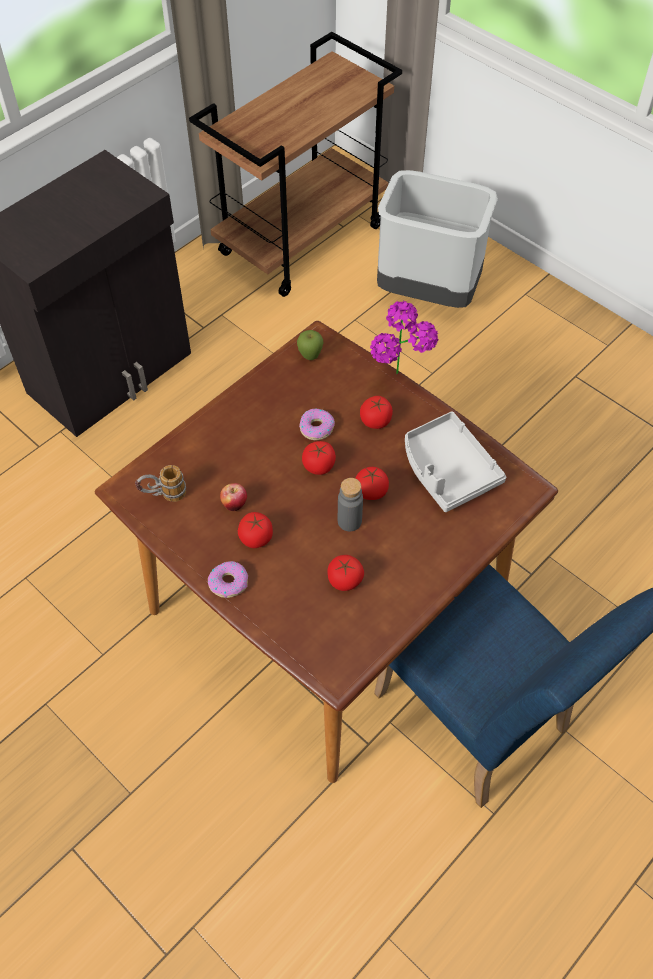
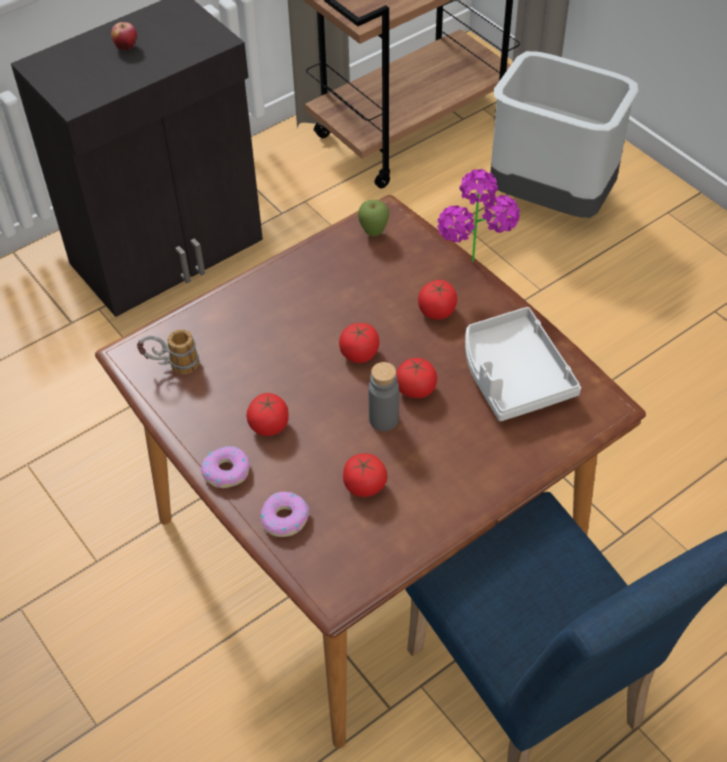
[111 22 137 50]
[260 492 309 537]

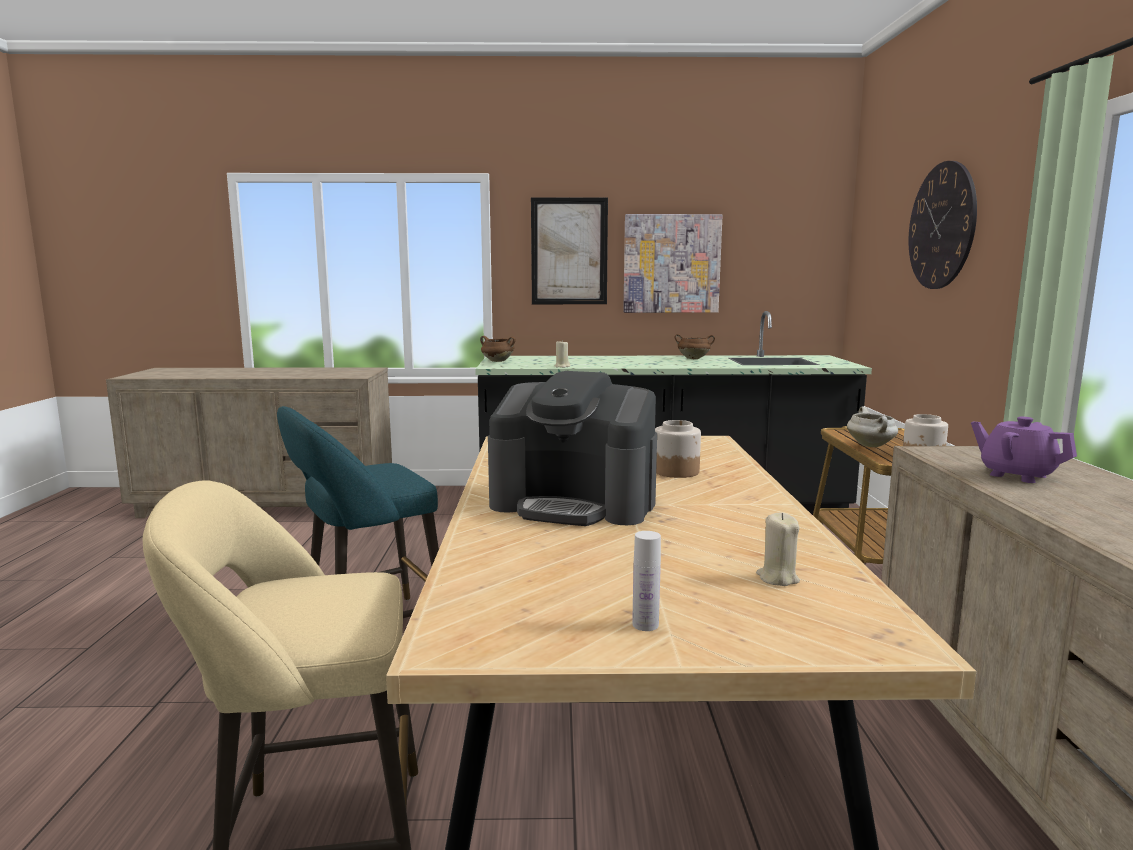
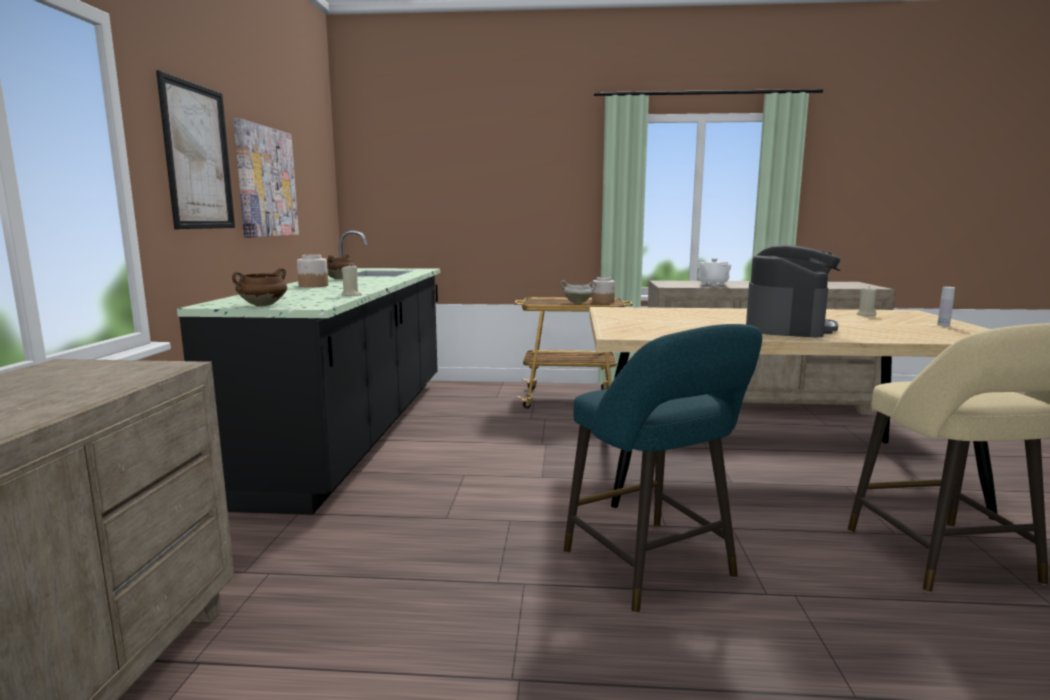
[909 161 977 289] (first image)
[297 255 328 288]
[698 258 731 286]

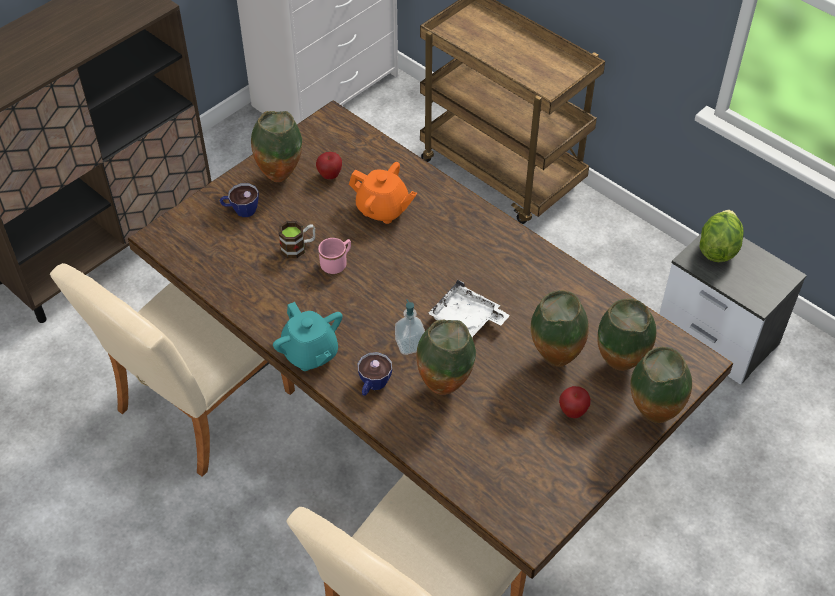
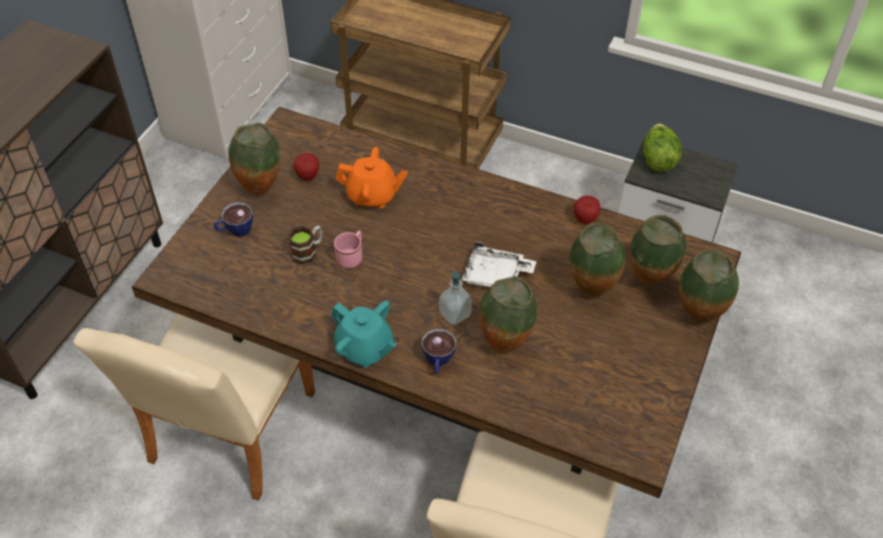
[574 196 601 224]

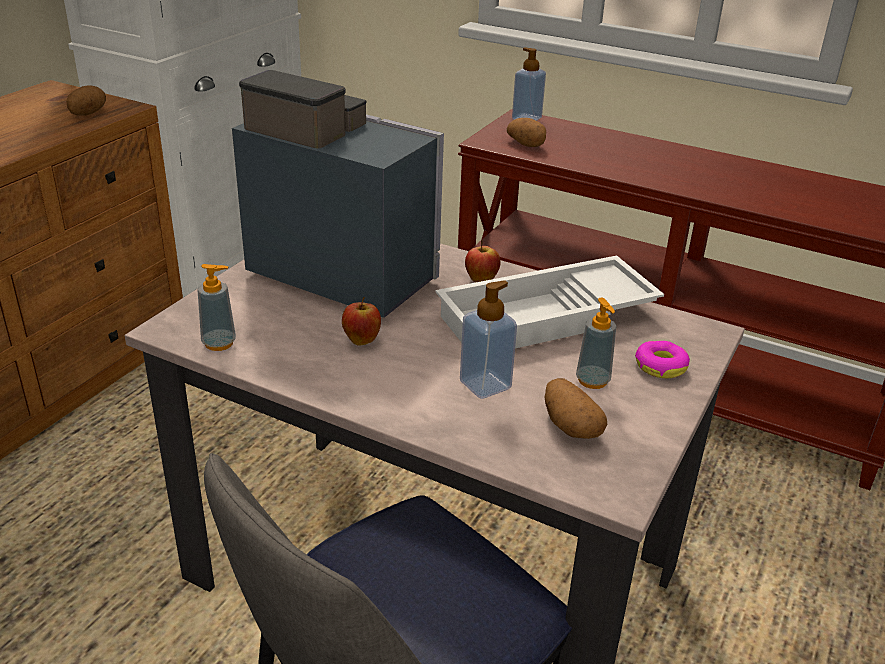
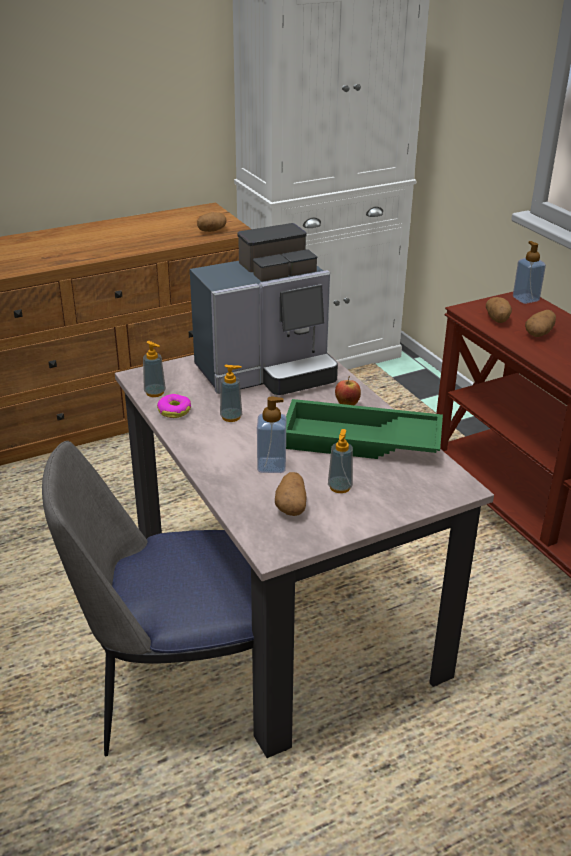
[525 310 556 337]
[157 394 191 418]
[220 365 242 422]
[286 399 443 459]
[190 223 338 395]

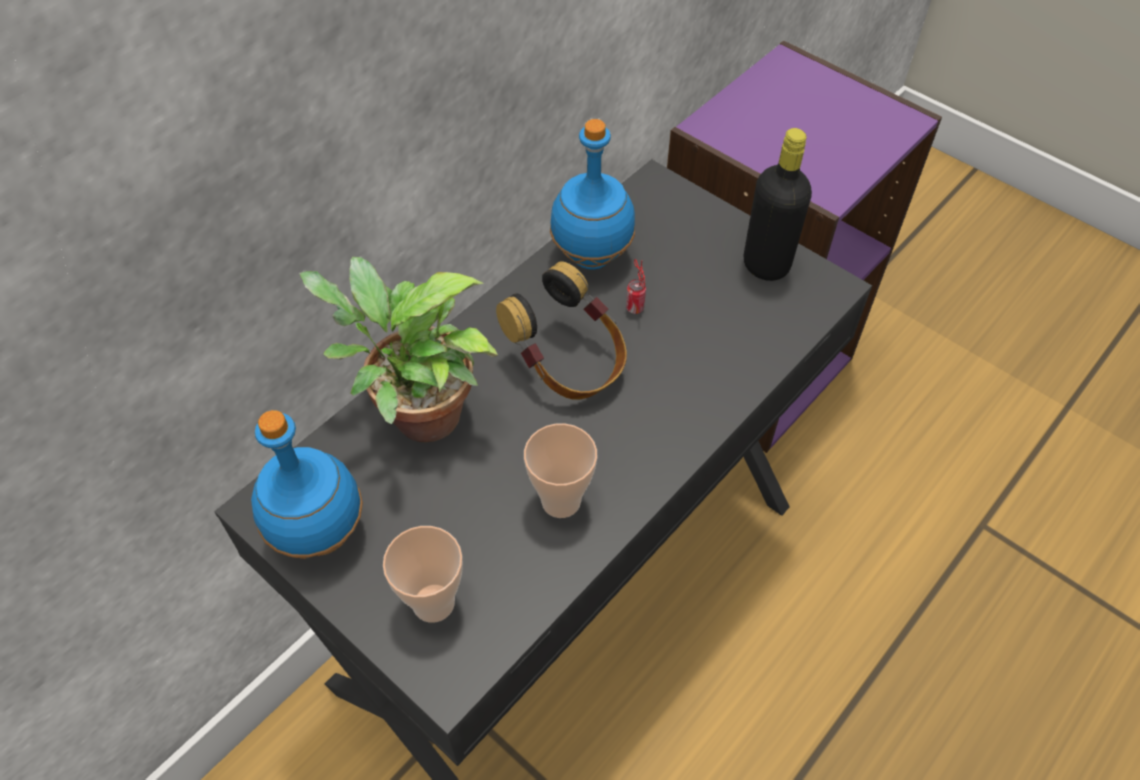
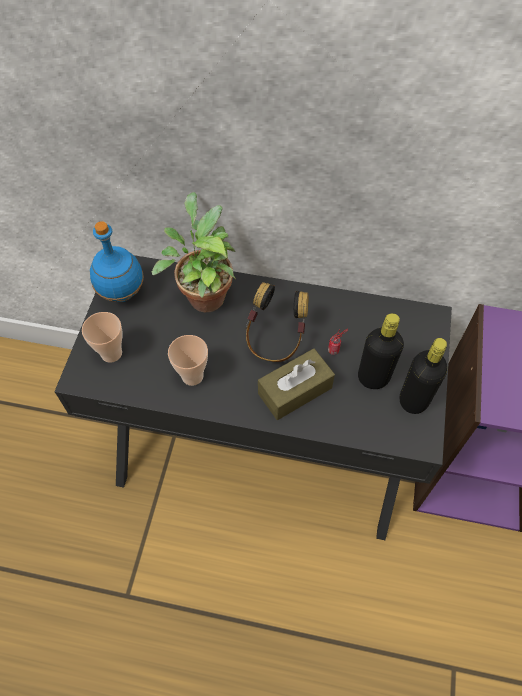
[550 119 635 269] (first image)
[258 348 335 420]
[358 313 404 389]

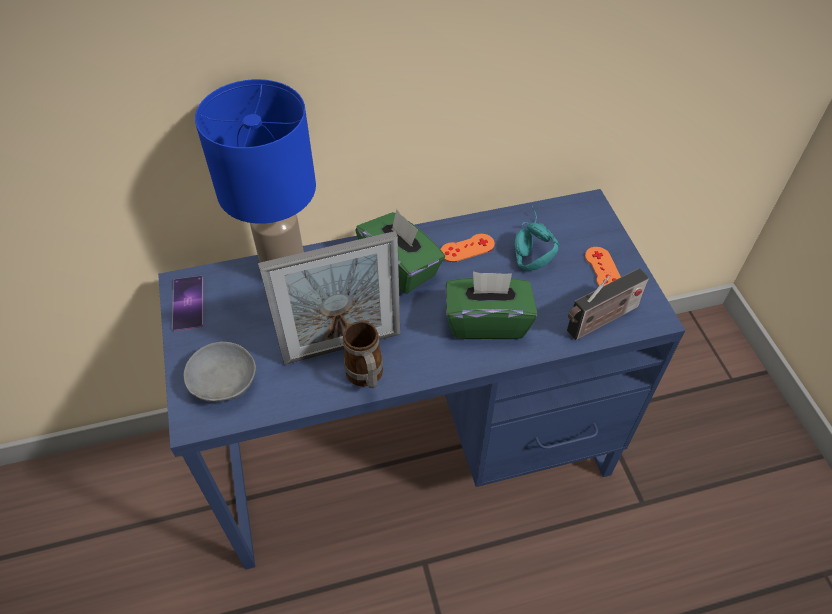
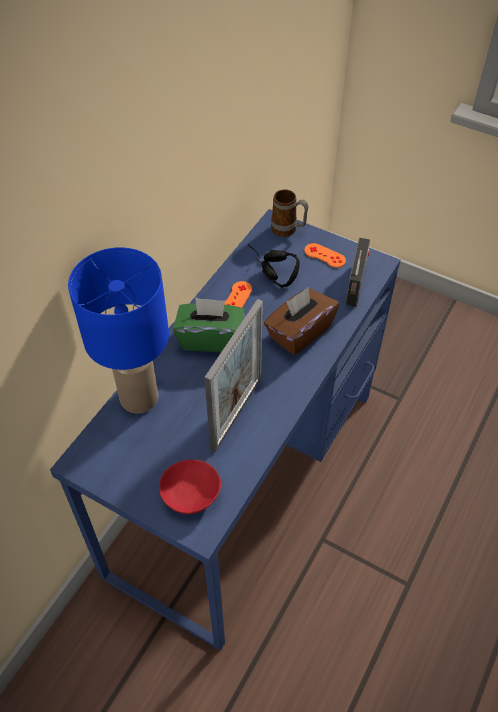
[172 276 203 331] (first image)
[271 190 309 237]
[159 459 221 514]
[264 287 339 355]
[248 245 300 288]

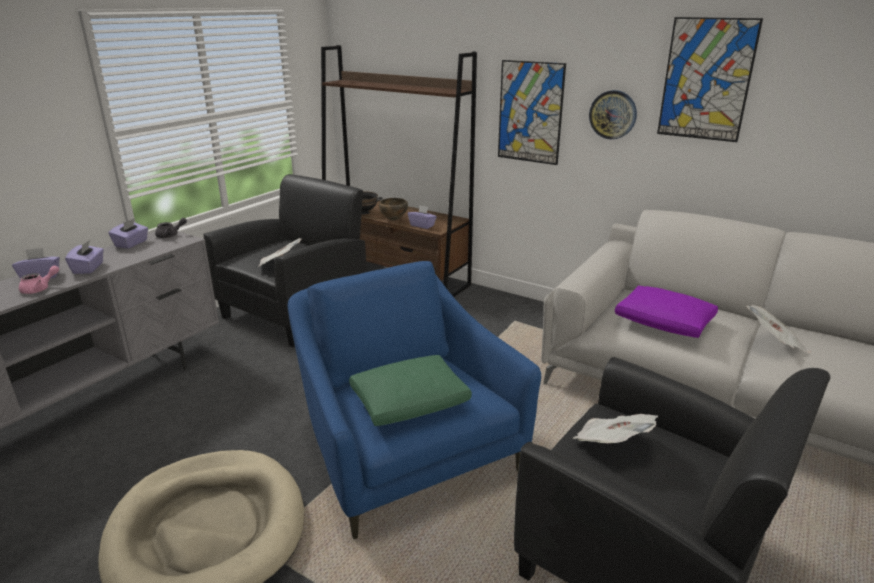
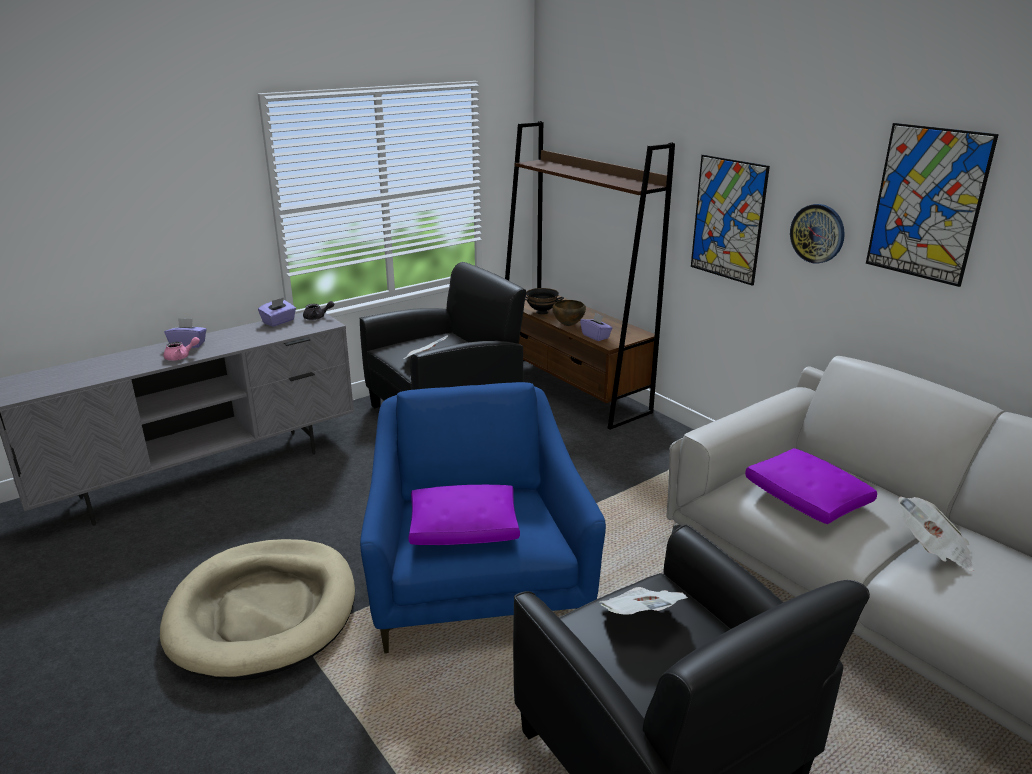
[65 240 104 274] (first image)
[408 485 520 545]

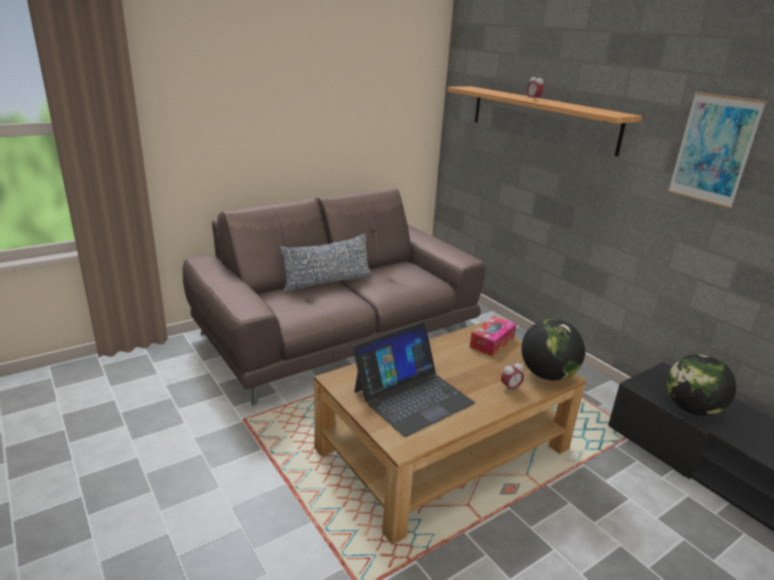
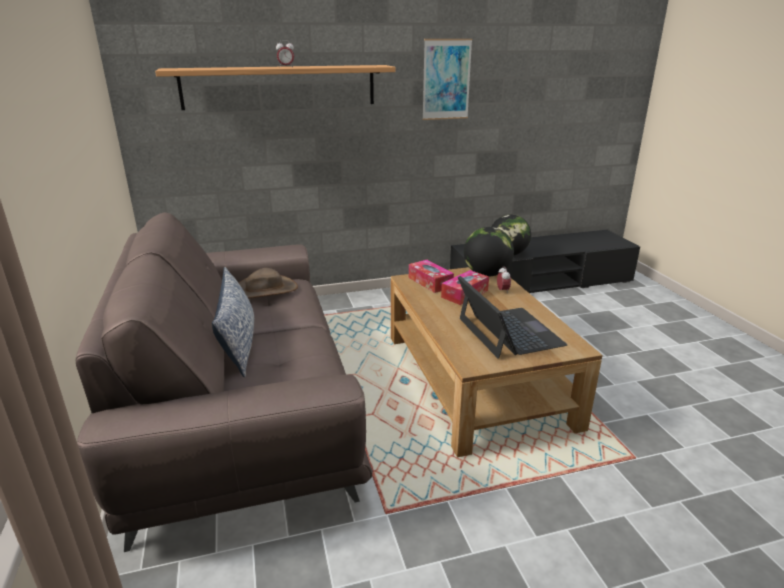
[239 268 298 299]
[441 270 489 305]

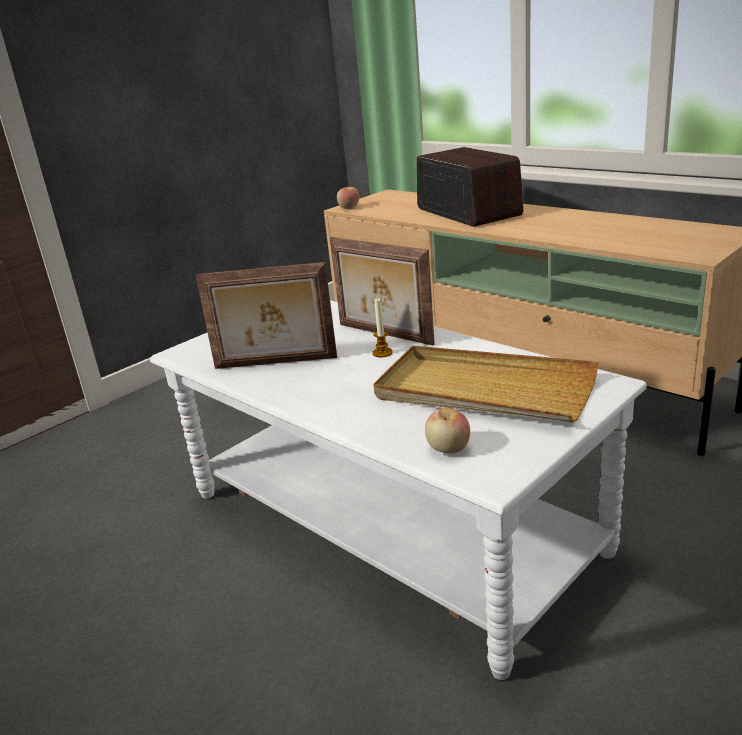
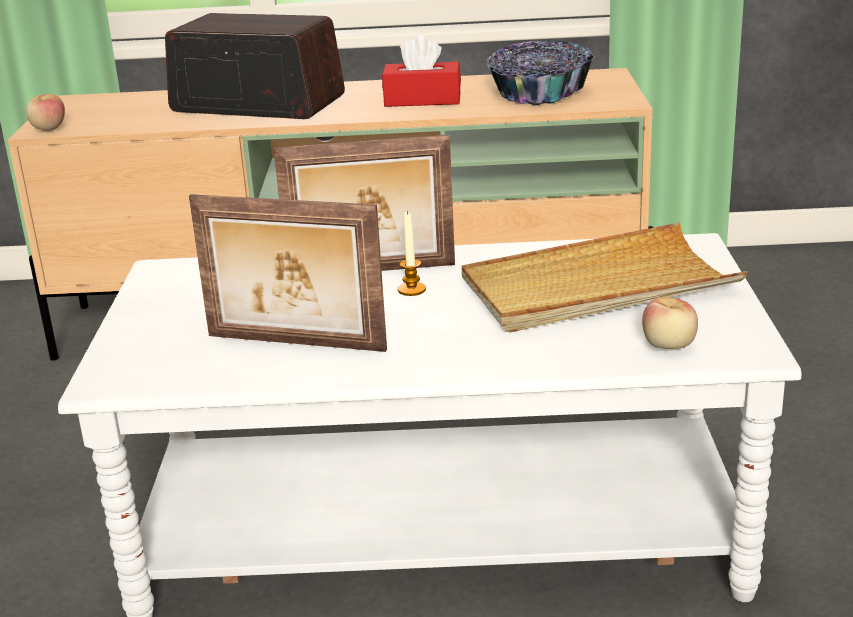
[382 35 461 107]
[486 41 595 105]
[189 194 387 352]

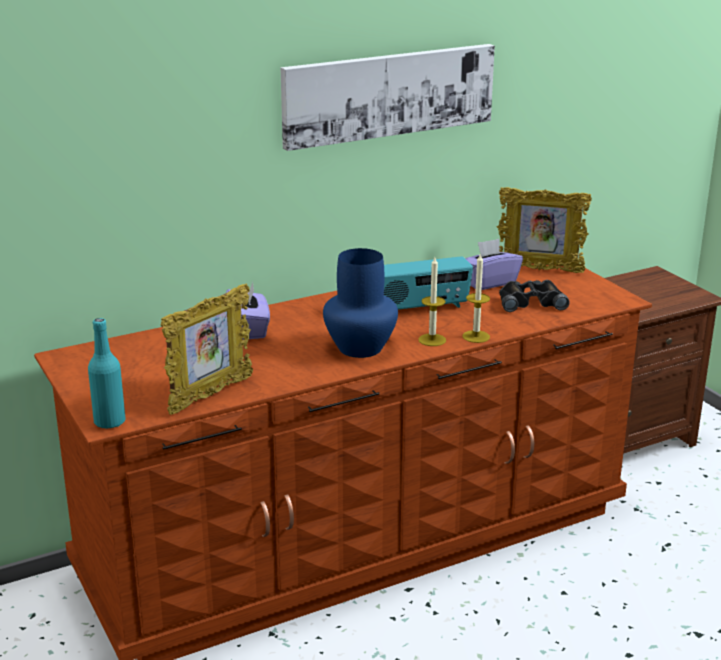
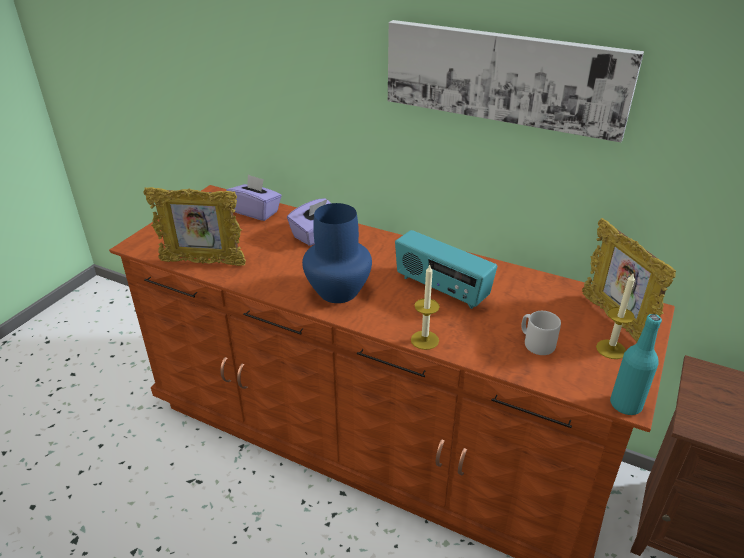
[610 314 662 415]
[596 272 635 359]
[226 174 282 221]
[521 311 561 355]

